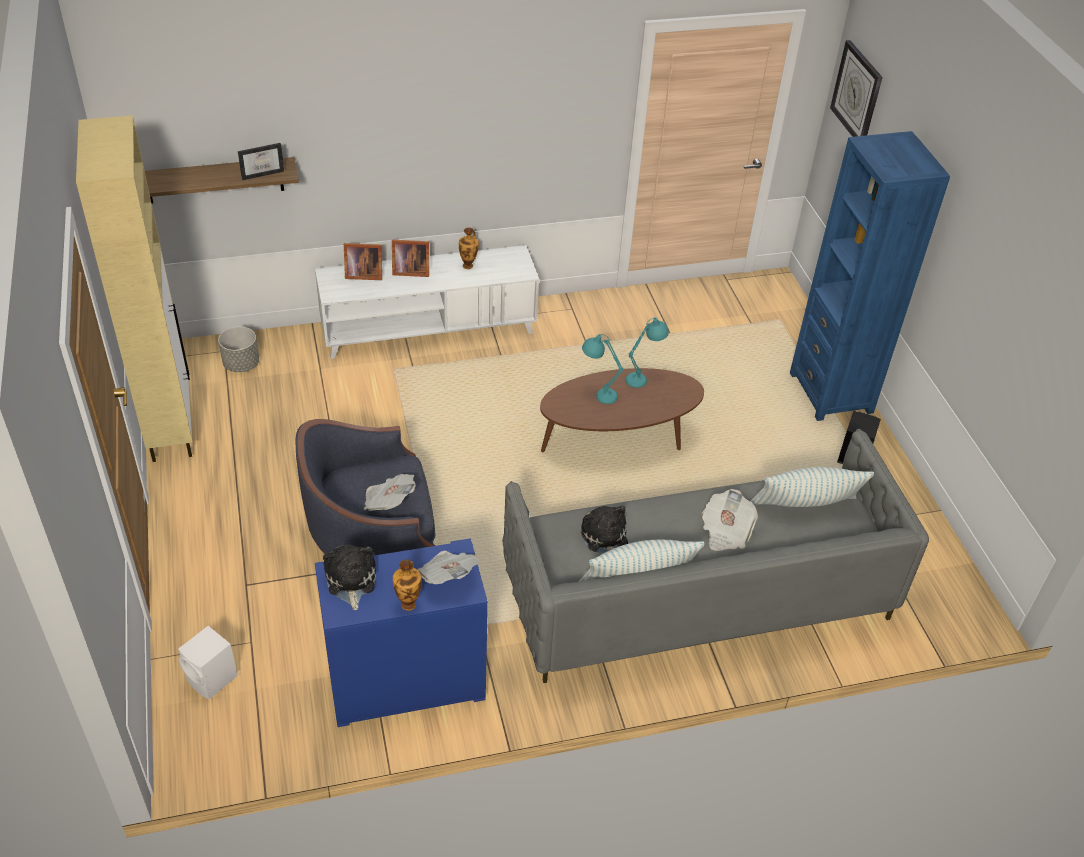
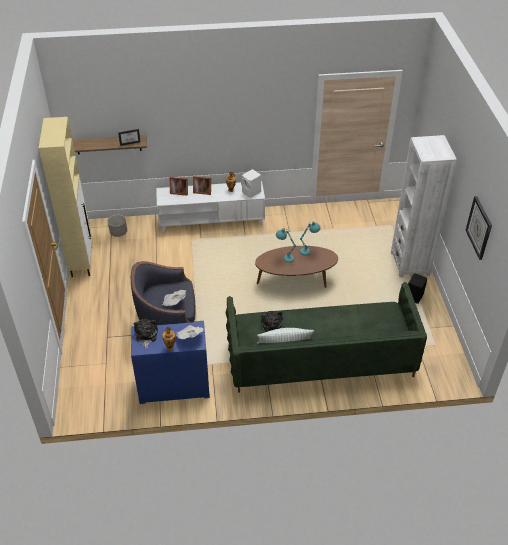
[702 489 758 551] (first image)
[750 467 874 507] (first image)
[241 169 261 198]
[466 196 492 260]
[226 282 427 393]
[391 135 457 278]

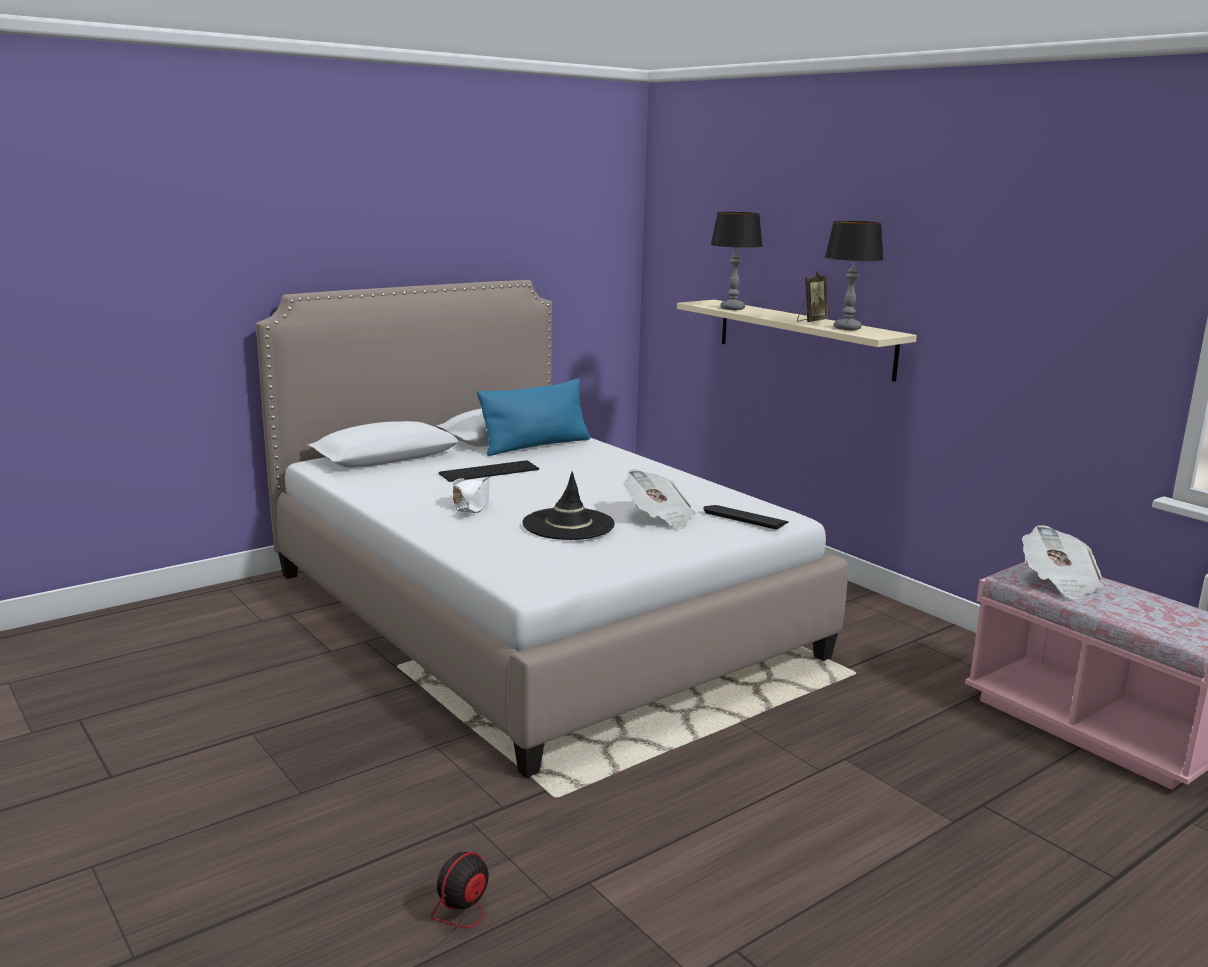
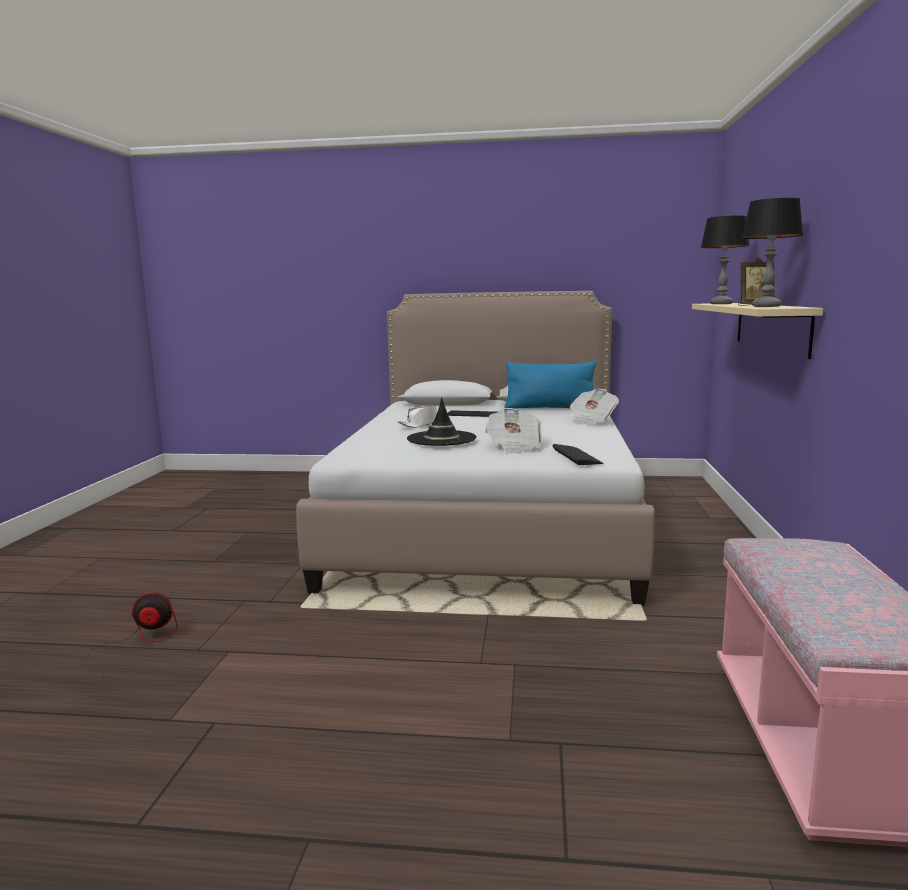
[569 389 619 425]

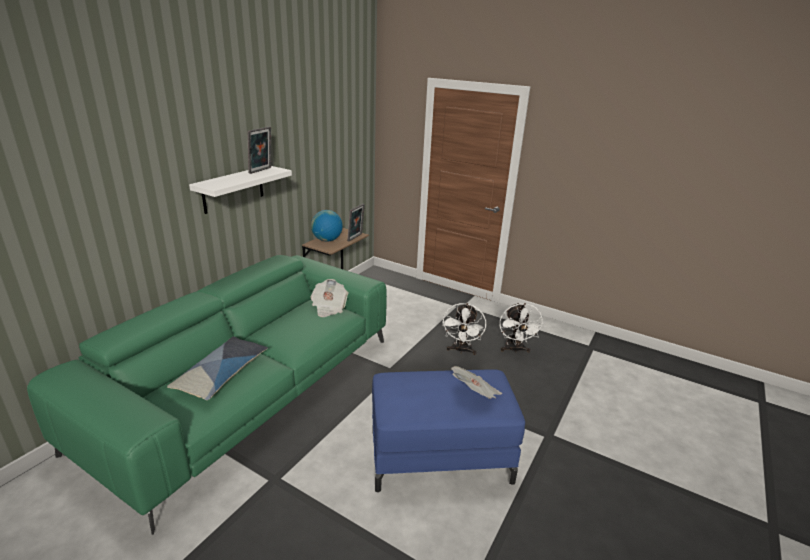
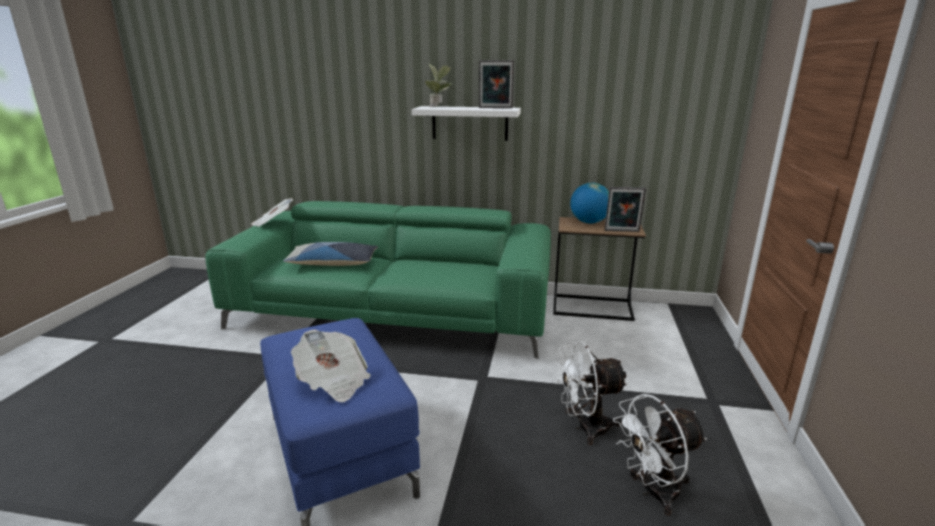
[425 64 452 107]
[252 198 293 227]

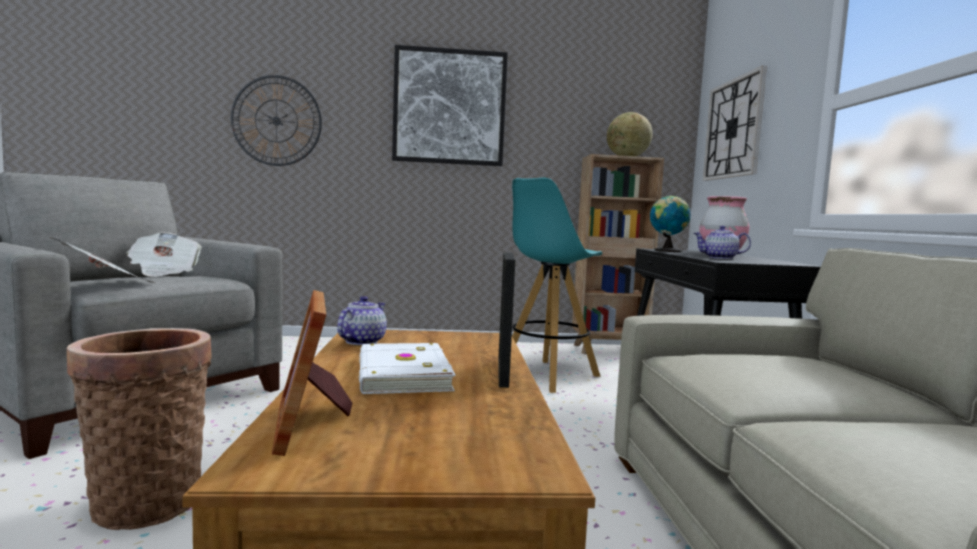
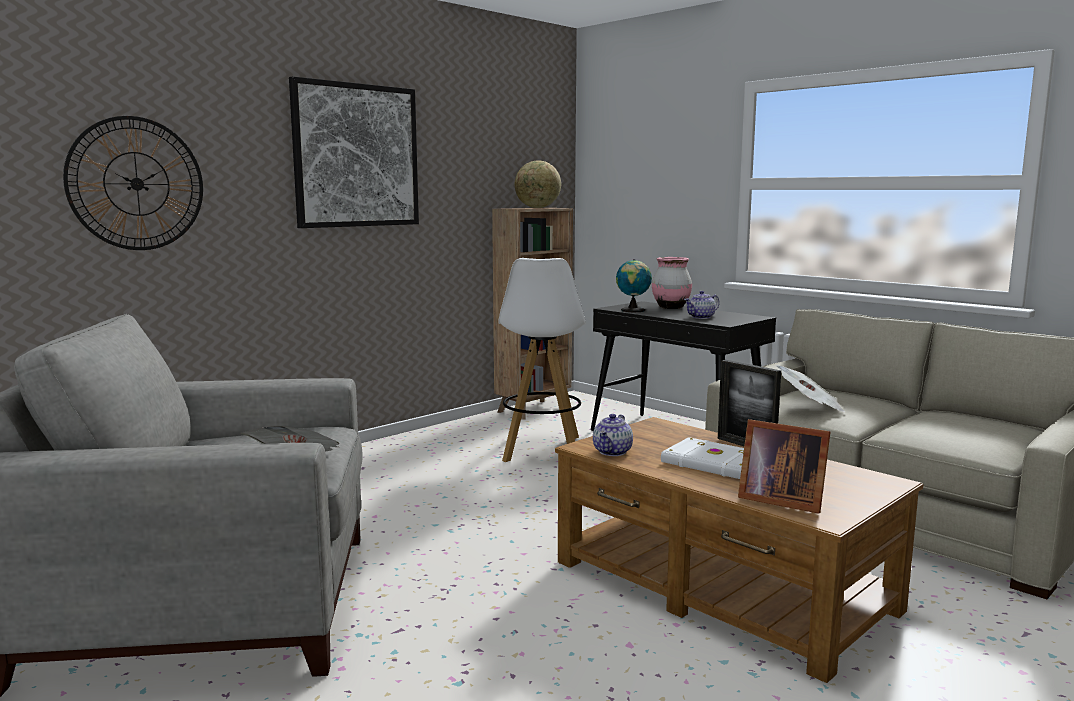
[67 328 211 530] (first image)
[703 66 767 181] (first image)
[775 365 845 412]
[498 258 586 462]
[593 414 633 456]

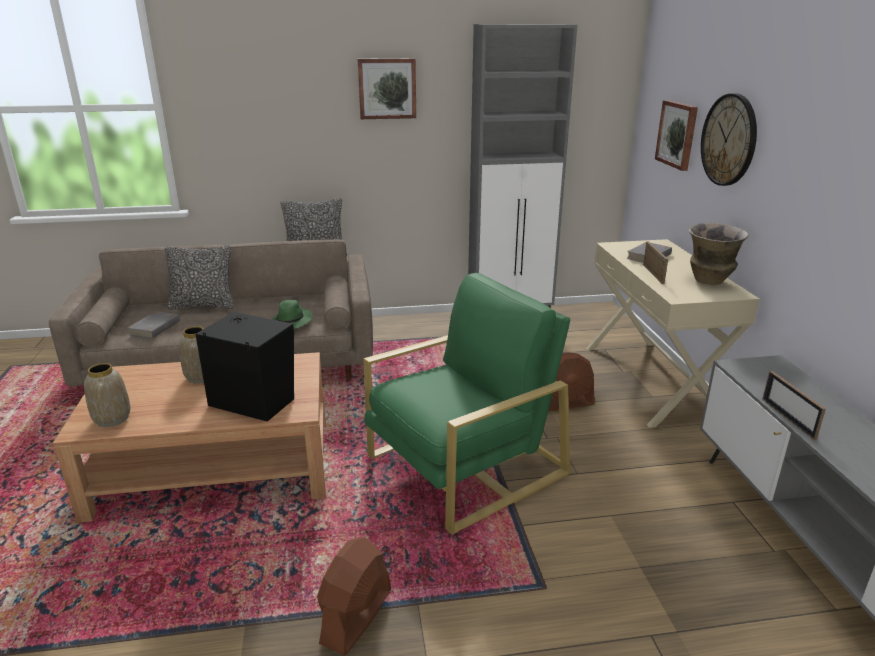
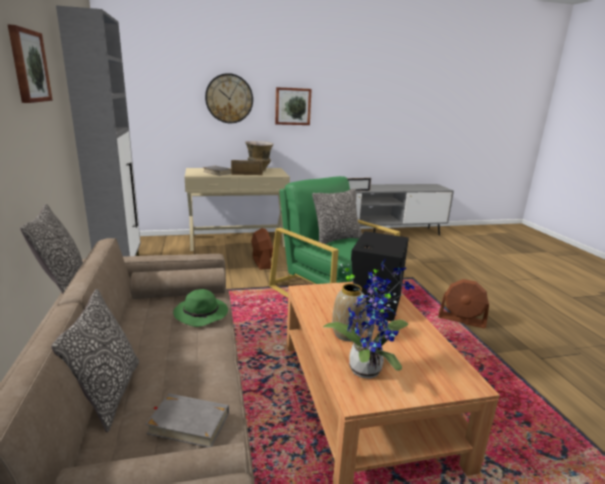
[84 363 130 427] (first image)
[312 189 362 244]
[323 259 414 379]
[275 87 312 125]

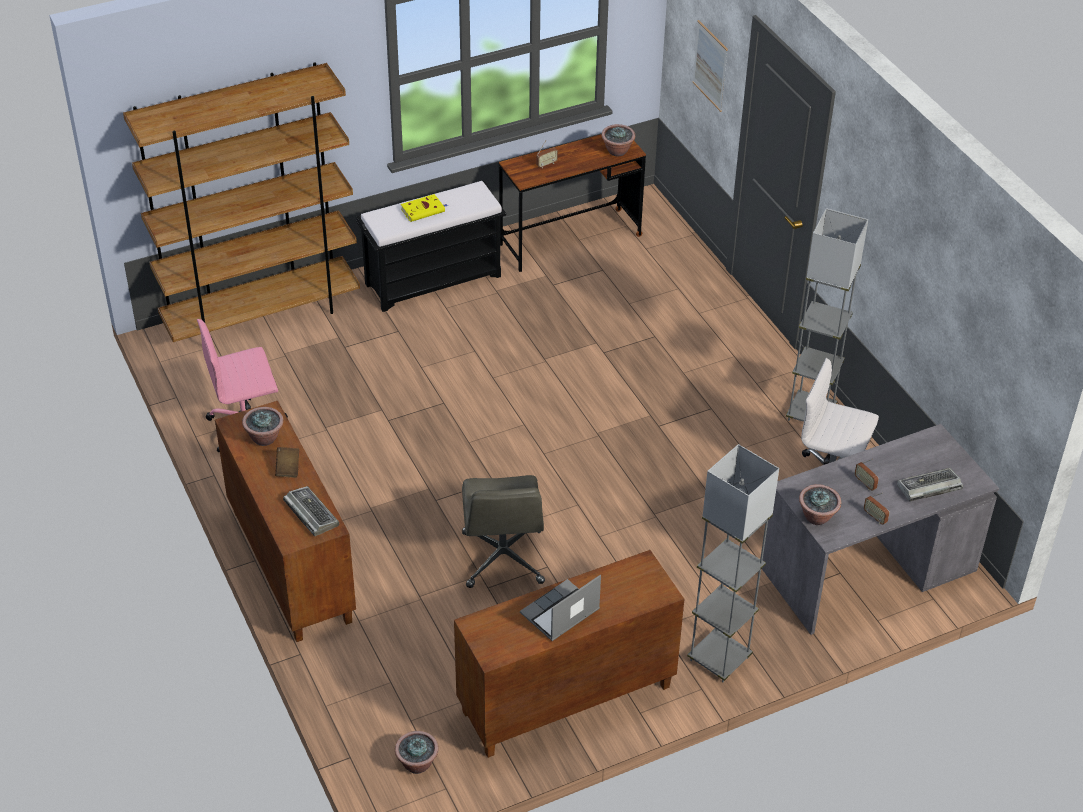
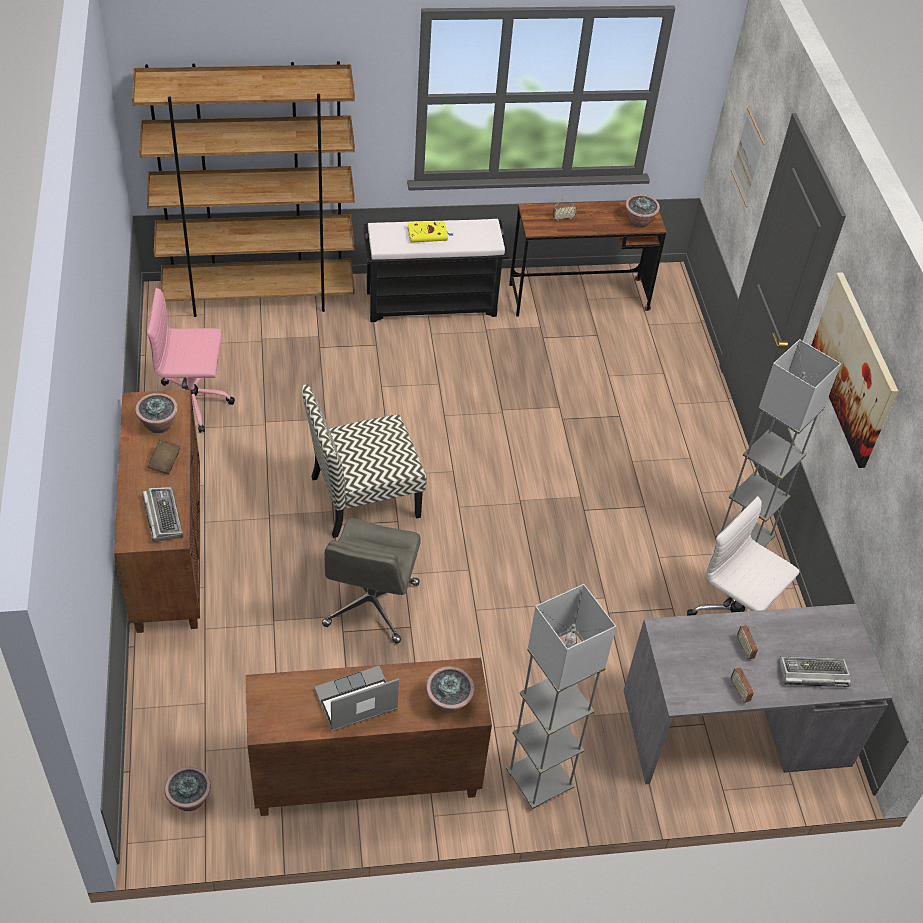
[302 384 426 538]
[811 272 898 468]
[426 666 475 713]

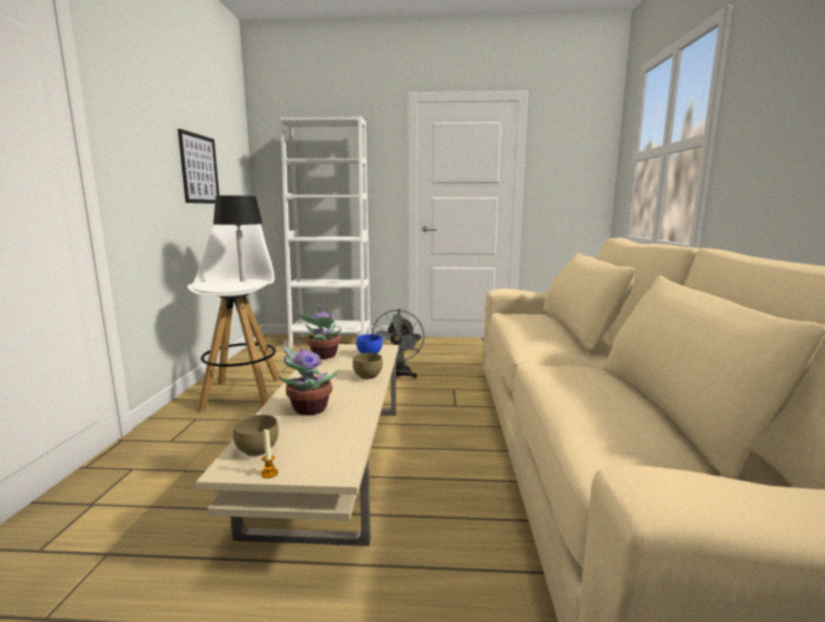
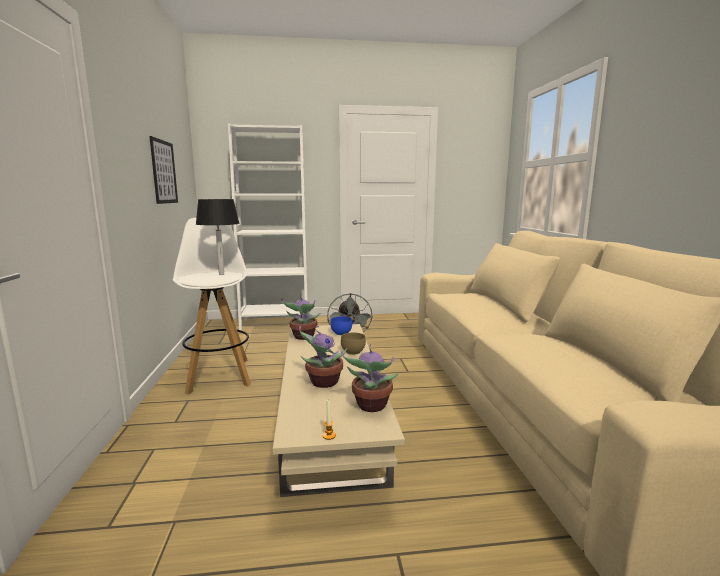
[233 415 279 456] (first image)
[341 344 399 412]

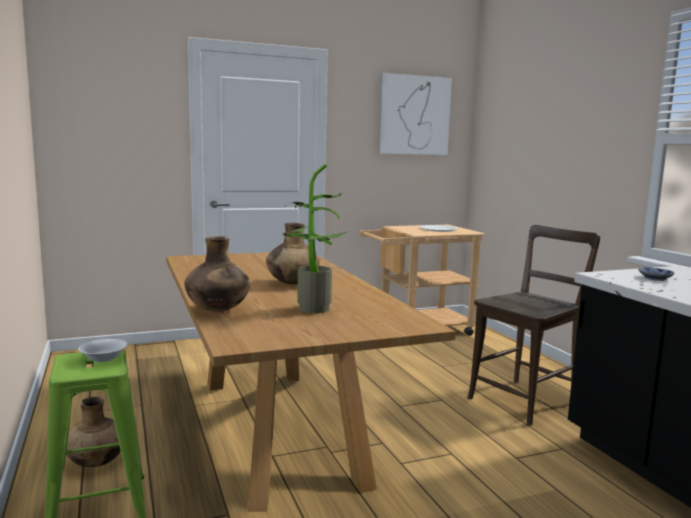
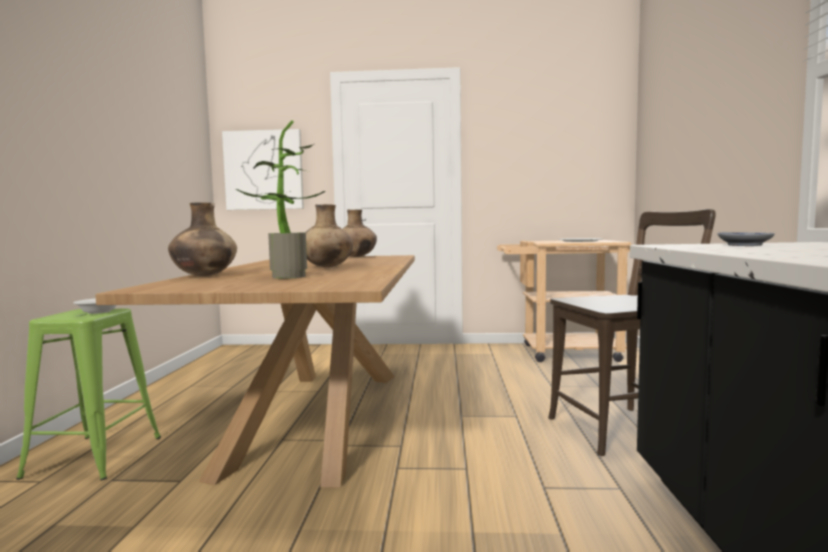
[343 210 377 257]
[222 129 304 210]

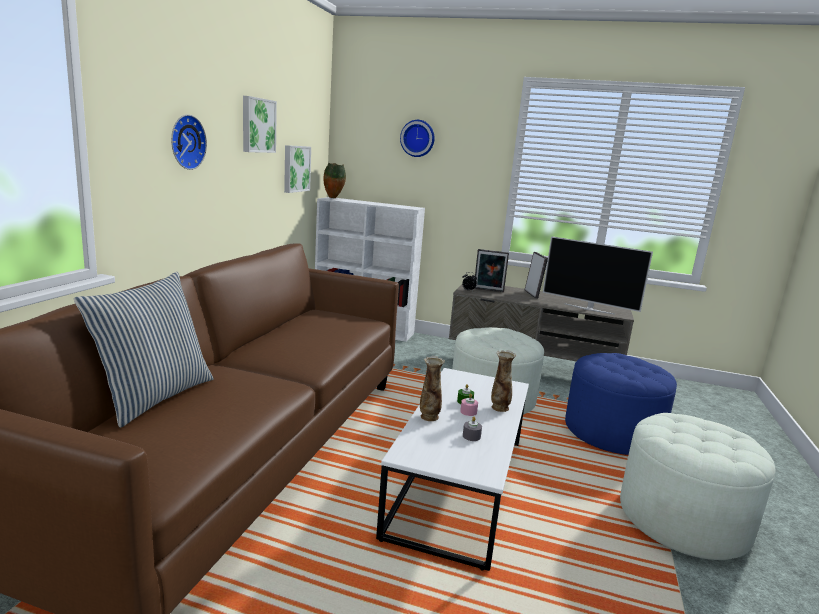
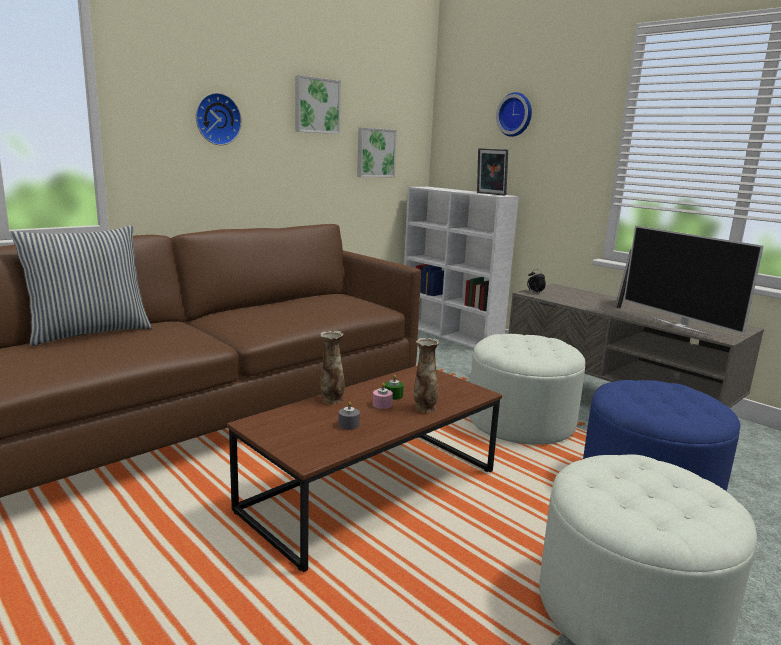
[323 163 346 198] (first image)
[477 148 508 196]
[227 365 502 572]

